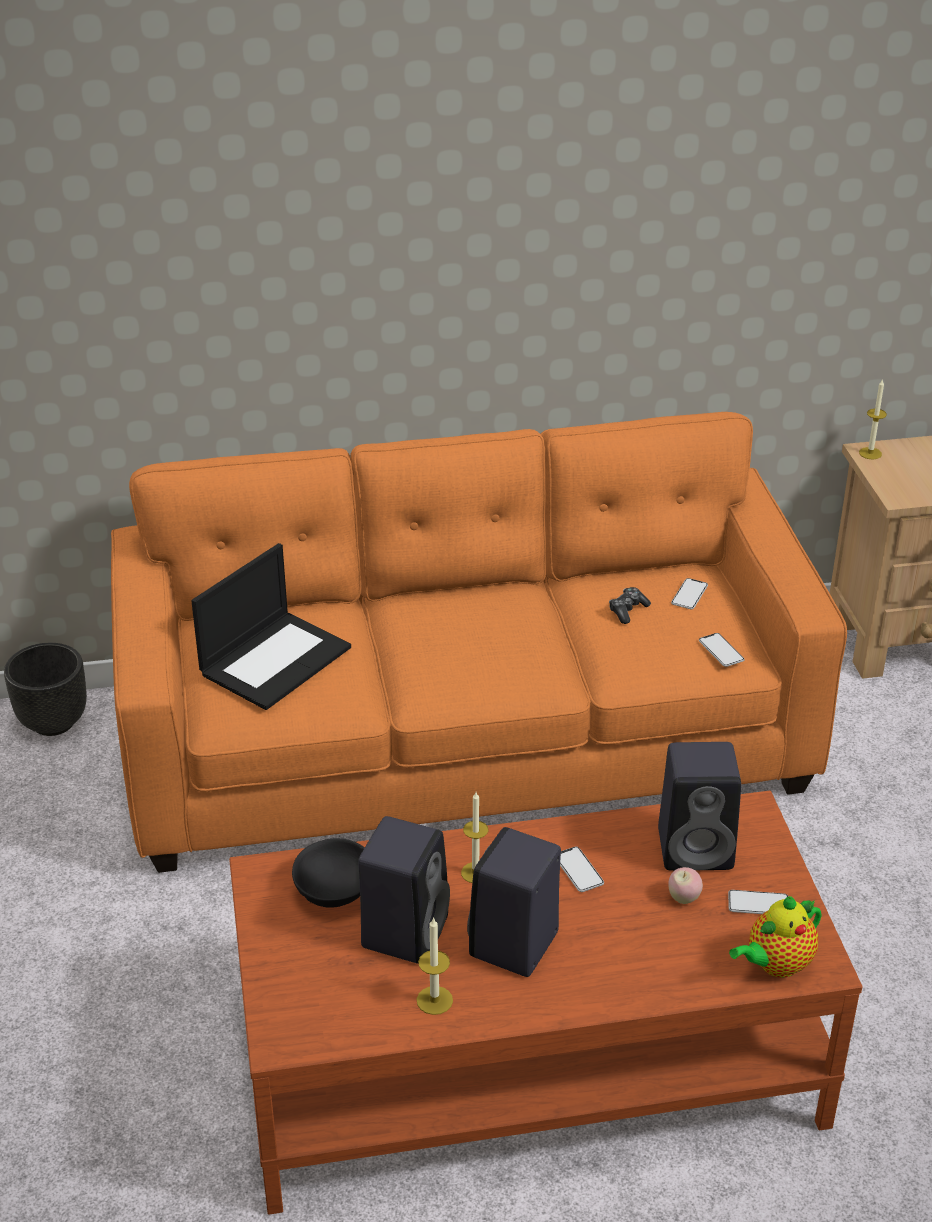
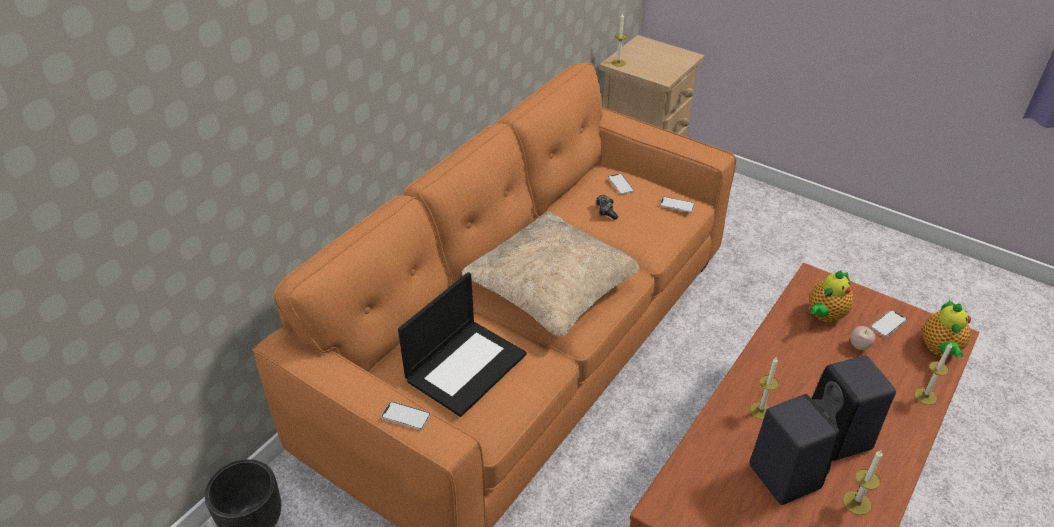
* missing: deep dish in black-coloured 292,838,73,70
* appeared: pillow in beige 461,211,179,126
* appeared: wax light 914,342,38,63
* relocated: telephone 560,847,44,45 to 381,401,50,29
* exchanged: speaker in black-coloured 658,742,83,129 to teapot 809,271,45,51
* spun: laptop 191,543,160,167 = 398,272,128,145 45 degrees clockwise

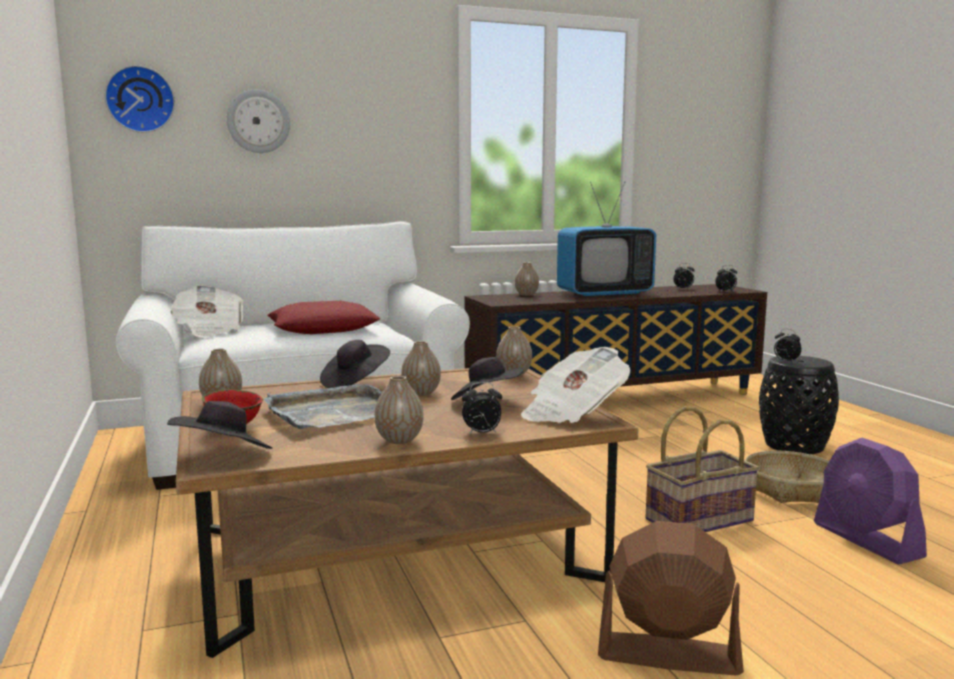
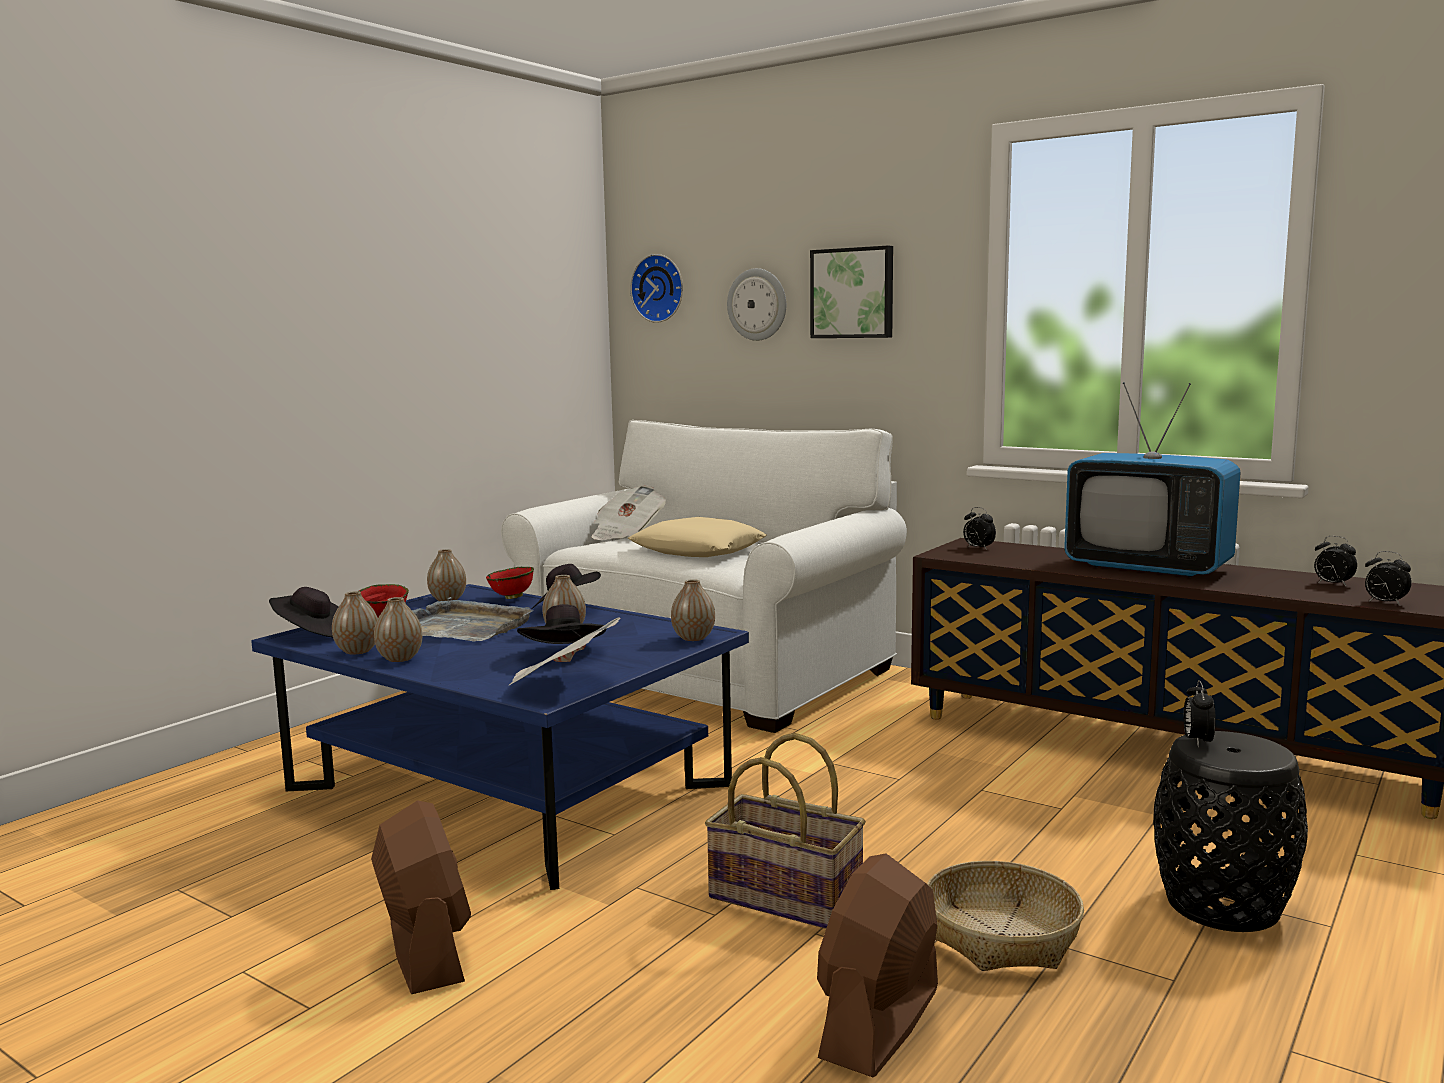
* appeared: deep dish in reddish 486,567,48,32
* appeared: picture 810,246,83,92
* relocated: table clock 462,382,40,53 to 963,507,33,43
* relocated: vase 515,262,24,34 to 332,591,46,64
* colour: lounge table in brown-coloured 176,368,463,290 to lounge table in blue 251,584,498,306
* colour: pillow in reddish 268,301,113,33 to pillow in beige 628,517,139,40
* colour: electric fan in purple-coloured 814,438,113,126 to electric fan in brown-coloured 817,853,121,224

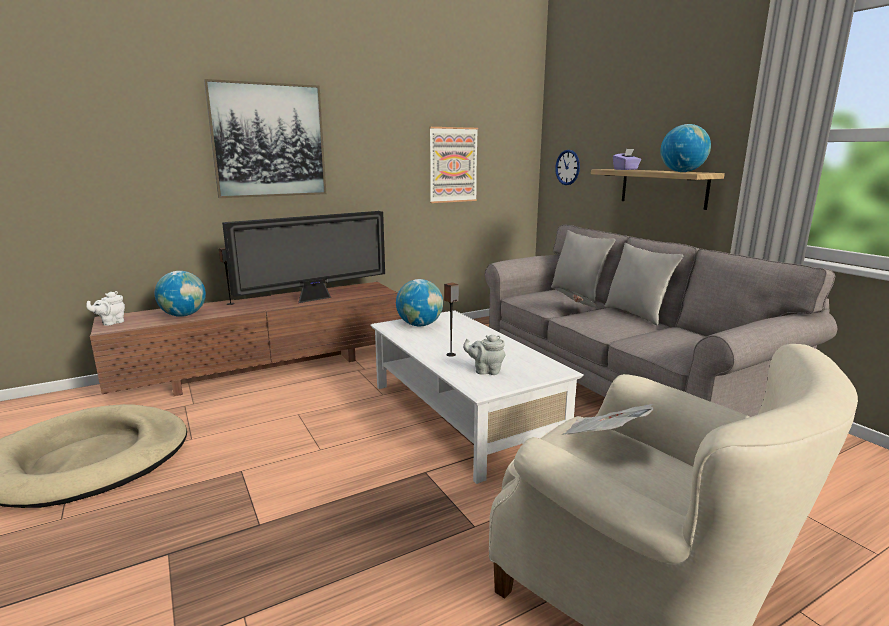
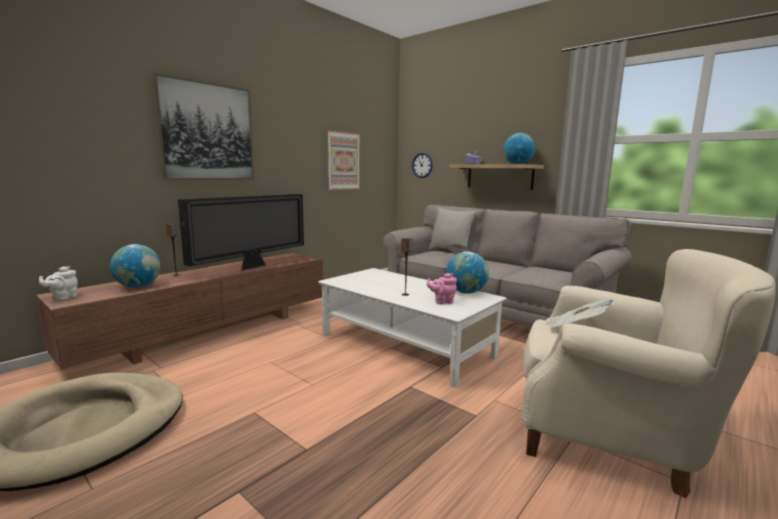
* missing: pillow in greyish 605,243,78,82
* relocated: world globe 396,279,47,47 to 446,252,43,42
* colour: teapot in greyish 463,334,43,41 to teapot in pink-coloured 426,273,31,31

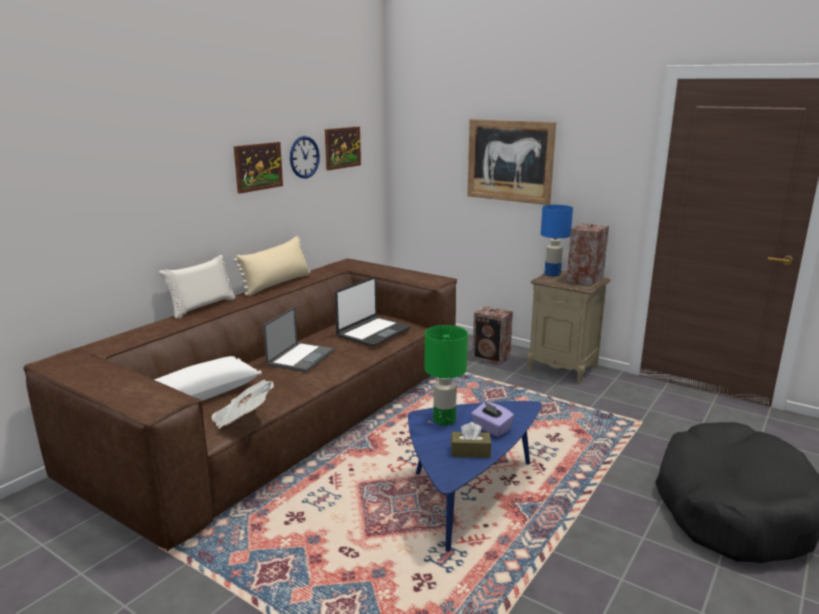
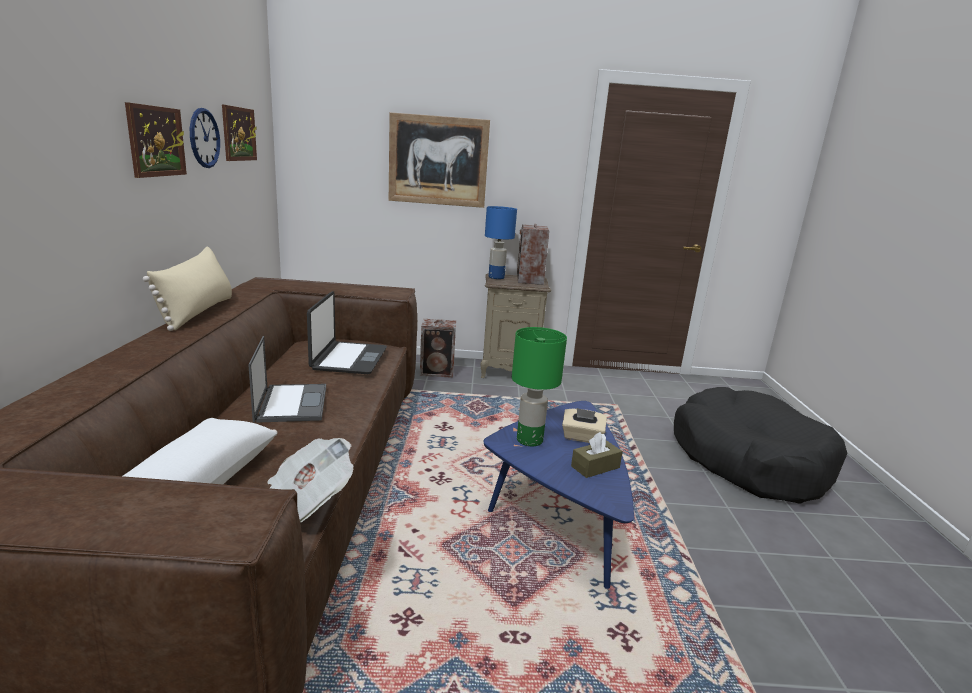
* missing: pillow in whitish 159,255,77,64
* colour: box of tissues in purple-coloured 471,401,43,36 to box of tissues in beige 562,408,45,35

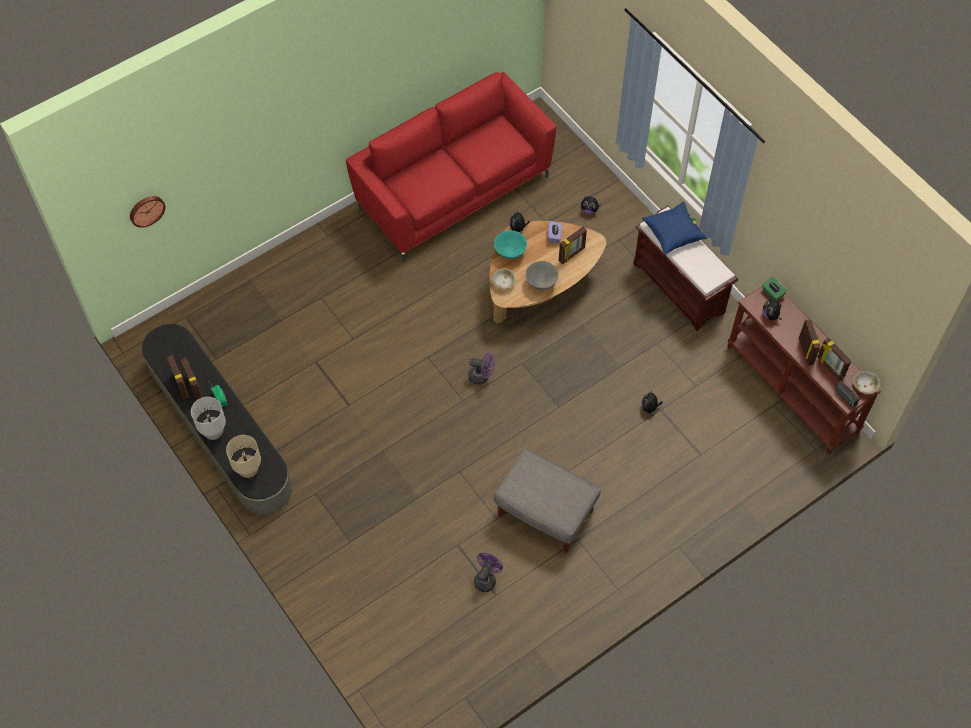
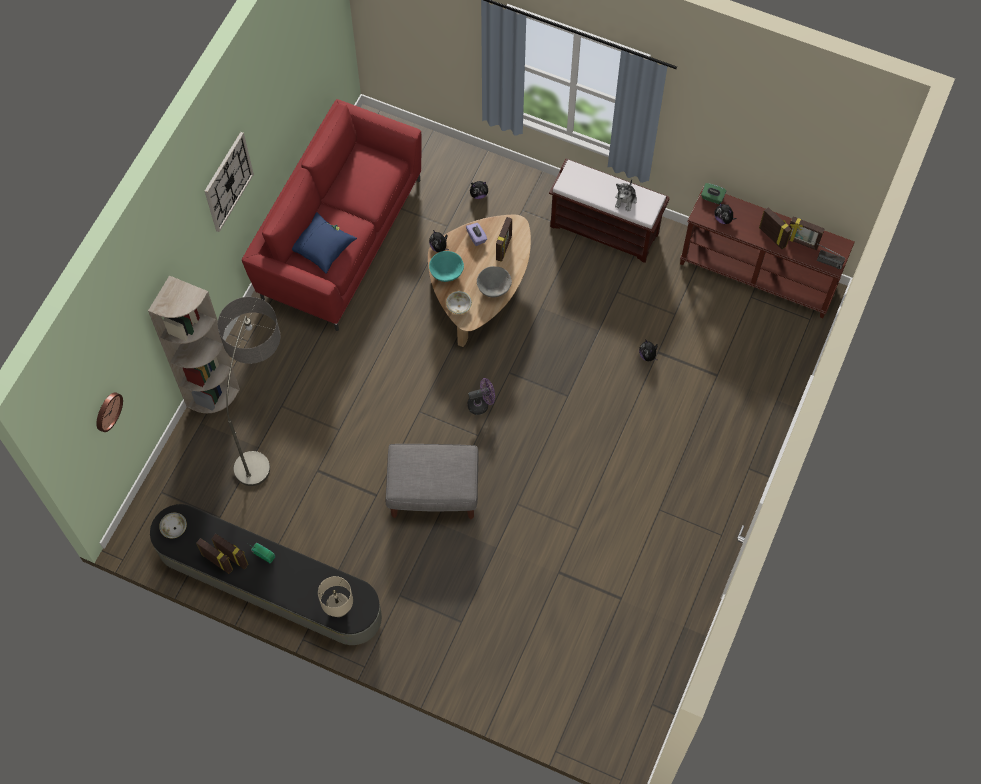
* missing: table lamp in whitish 191,397,35,44
* missing: electric fan in purple-coloured 474,553,29,39
* appeared: bookcase in beige 148,276,92,137
* appeared: wall clock 205,132,49,100
* appeared: floor lamp 218,297,62,189
* appeared: plush toy 615,179,22,32
* relocated: pouffe in greyish 494,449,107,103 to 386,444,93,75
* relocated: pillow in blue 642,202,65,53 to 292,212,65,62
* relocated: deep dish 853,371,27,23 to 159,513,28,25

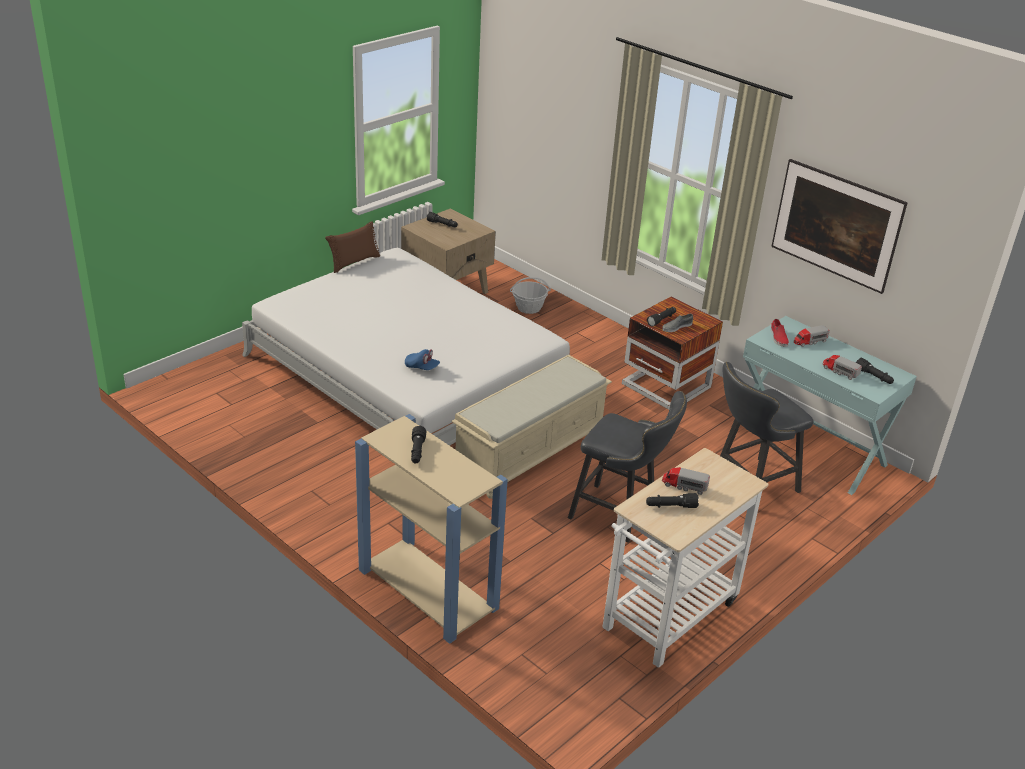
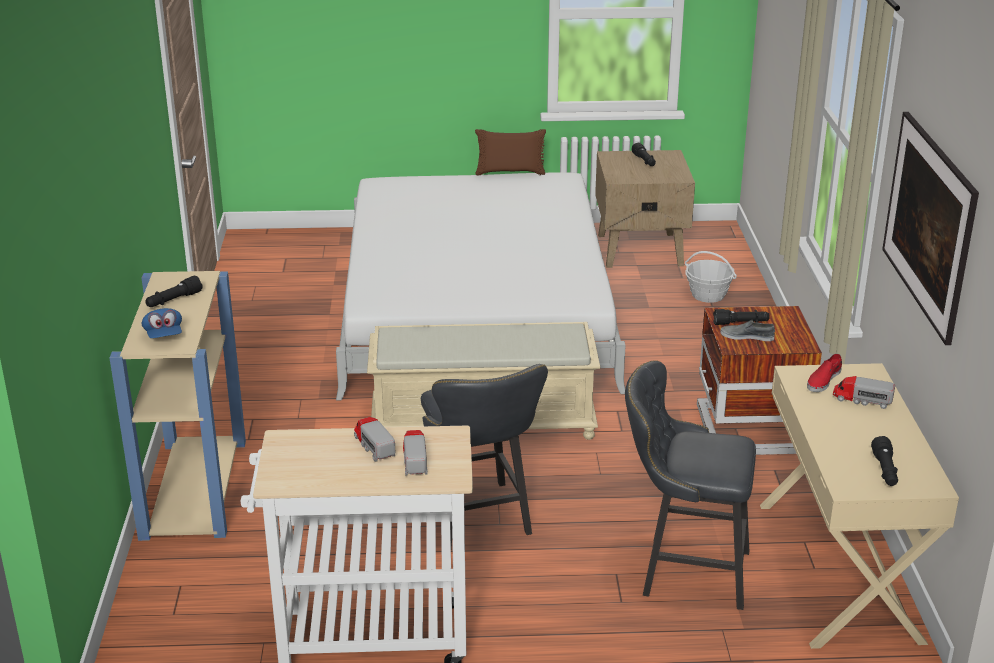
* missing: flashlight in black-coloured 646,493,53,15
* relocated: baseball cap in blue 405,349,35,21 to 142,308,40,30
* relocated: model truck 823,355,39,25 to 403,430,25,46
* colour: desk in blue-green 743,316,174,179 to desk in beige 760,363,199,286

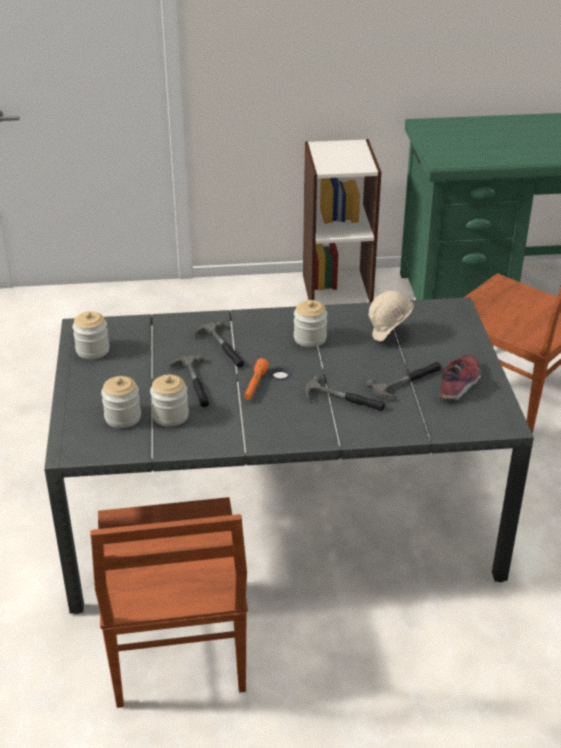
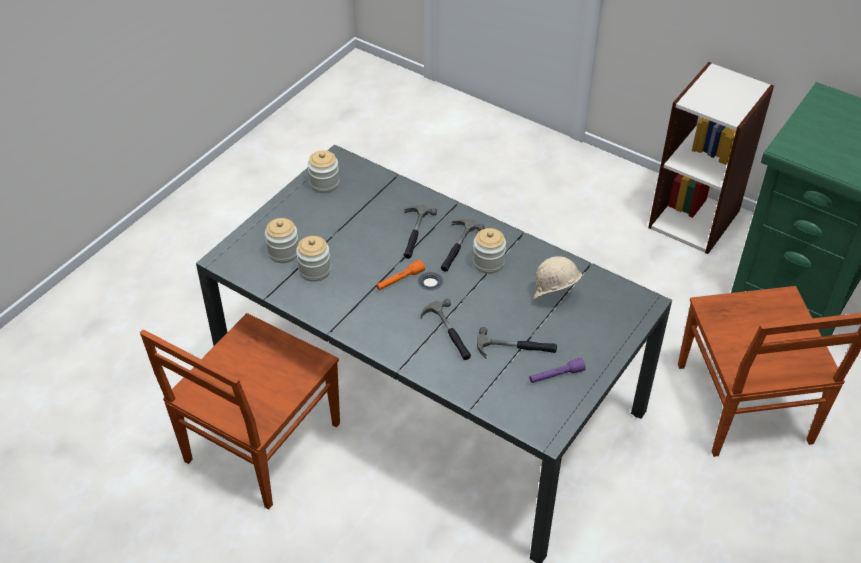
* relocated: hand hammer 170,354,40,53 to 441,219,44,53
* exchanged: item of footwear 438,355,43,45 to flashlight in purple-coloured 529,358,57,25

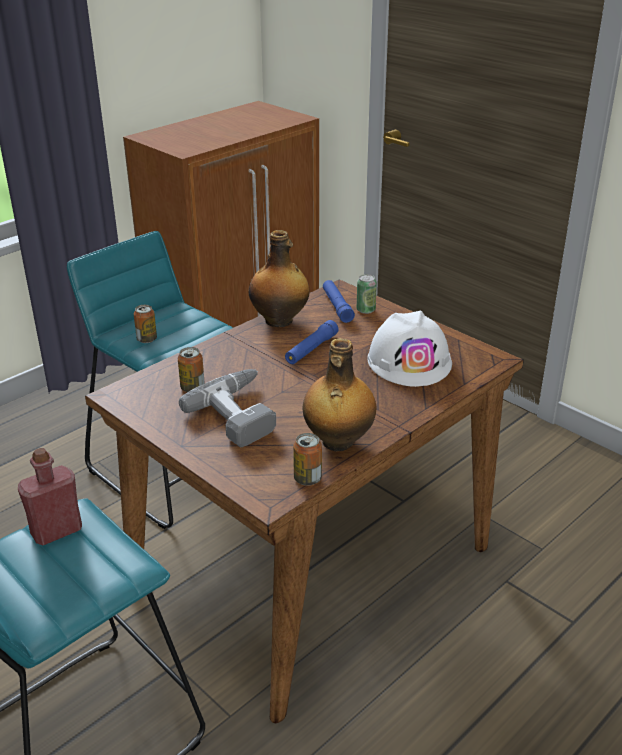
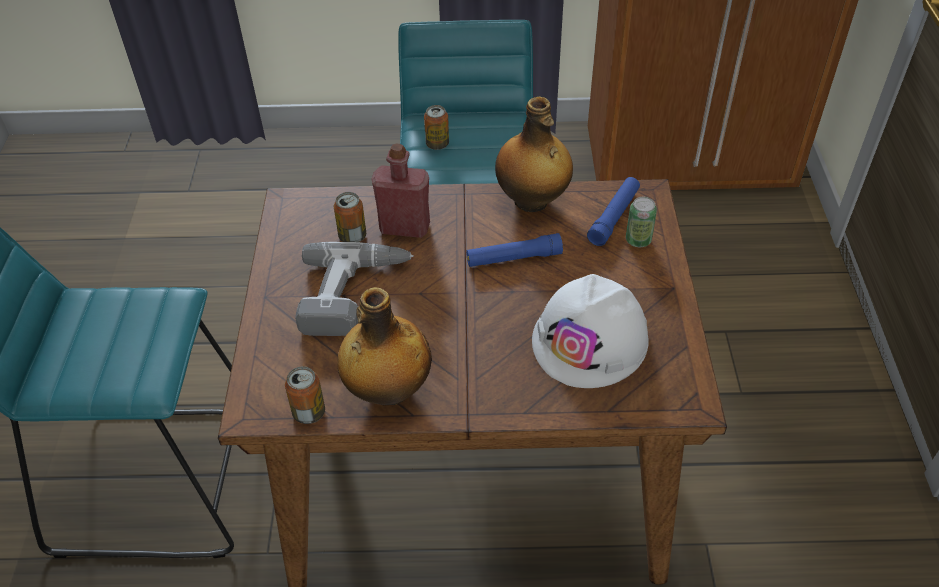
* relocated: beverage bottle in reddish 18,448,64,97 to 372,144,58,94

